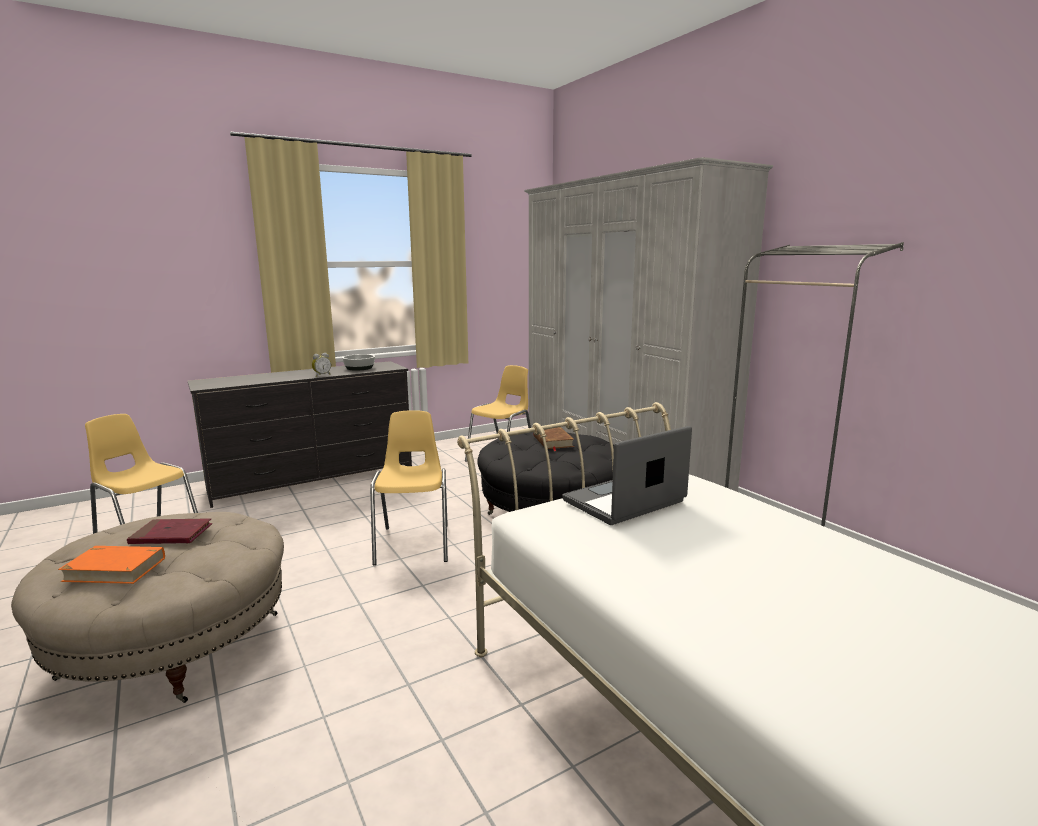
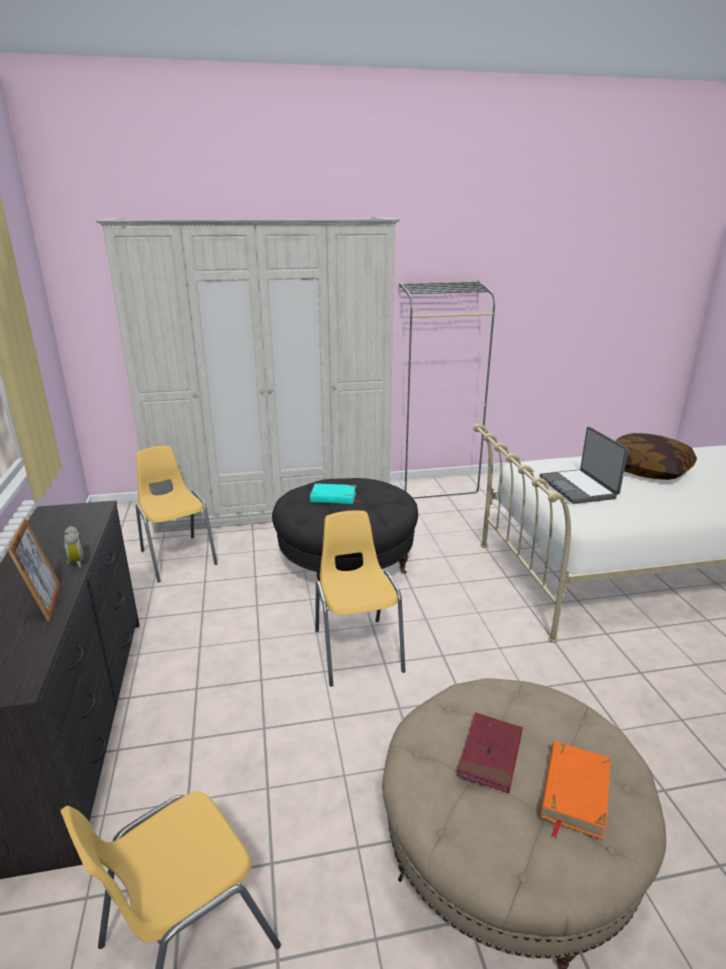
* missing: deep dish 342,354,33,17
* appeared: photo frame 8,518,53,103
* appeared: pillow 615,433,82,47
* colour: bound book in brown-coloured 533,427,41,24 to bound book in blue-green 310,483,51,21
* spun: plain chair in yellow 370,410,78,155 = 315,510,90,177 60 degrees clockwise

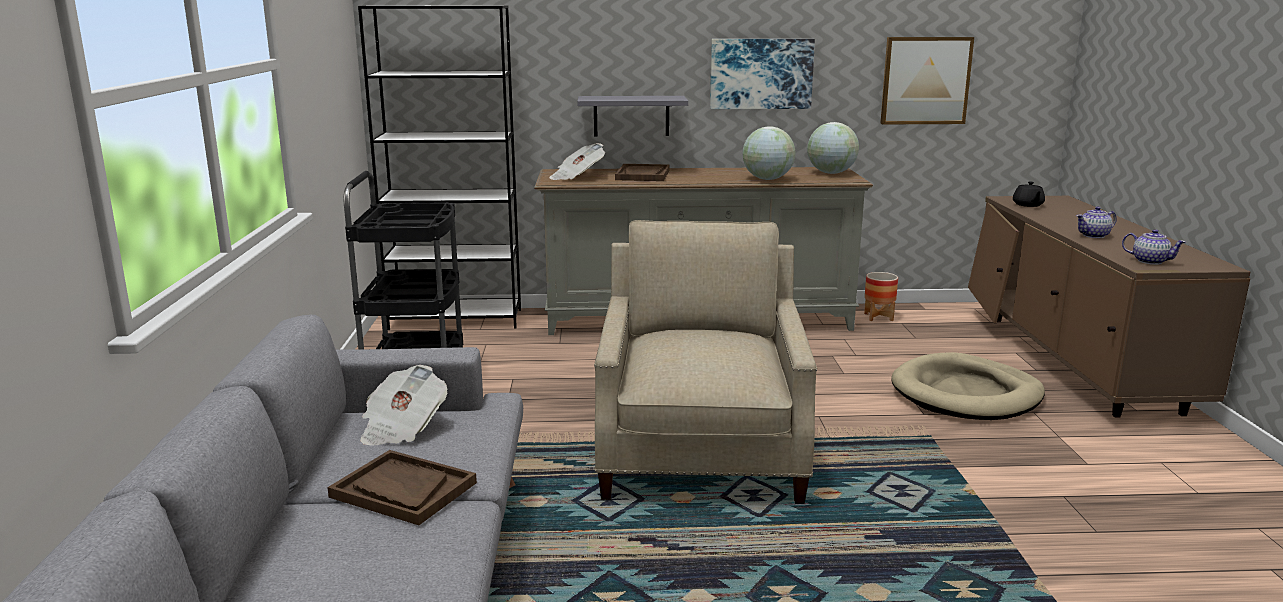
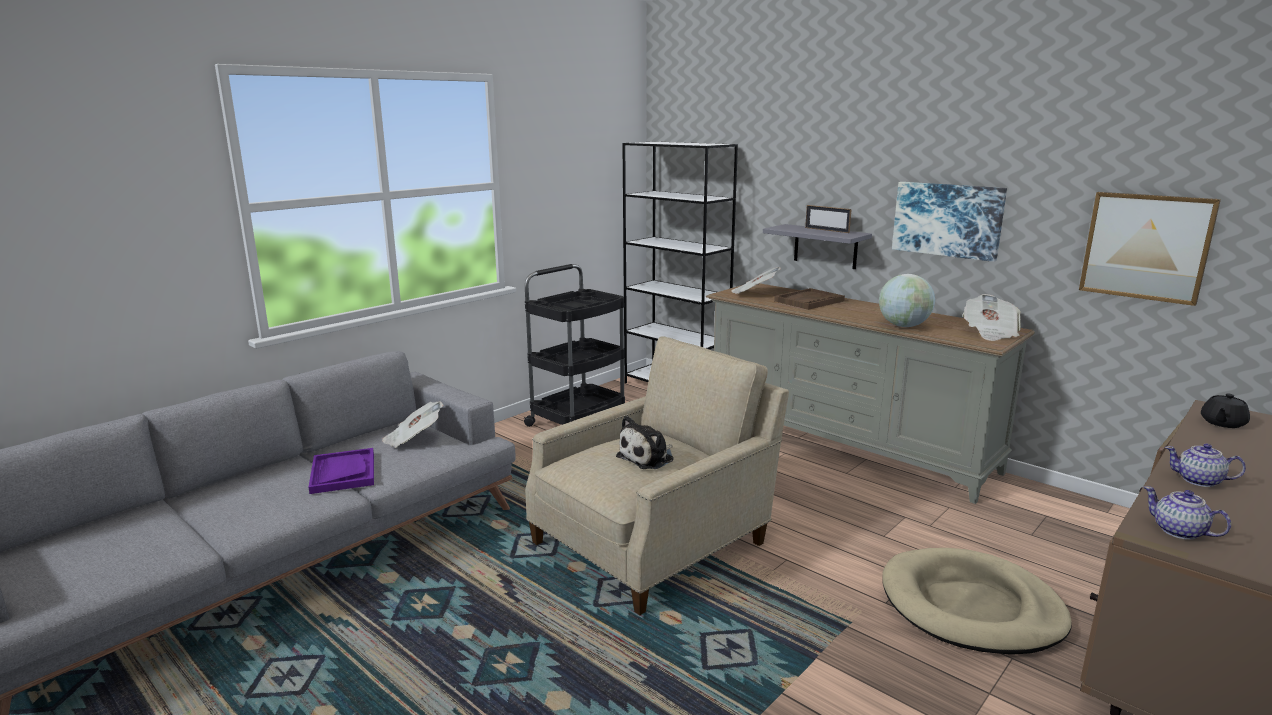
* missing: plant pot 864,272,34,49
* appeared: plush toy 616,416,58,53
* appeared: photo frame 805,205,47,28
* exchanged: world globe 807,122,52,52 to newspaper 963,294,58,47
* colour: carrying tray in brown-coloured 327,450,150,75 to carrying tray in purple-coloured 309,448,65,46
* spun: teapot 1122,229,64,36 = 1144,486,87,54 150 degrees clockwise

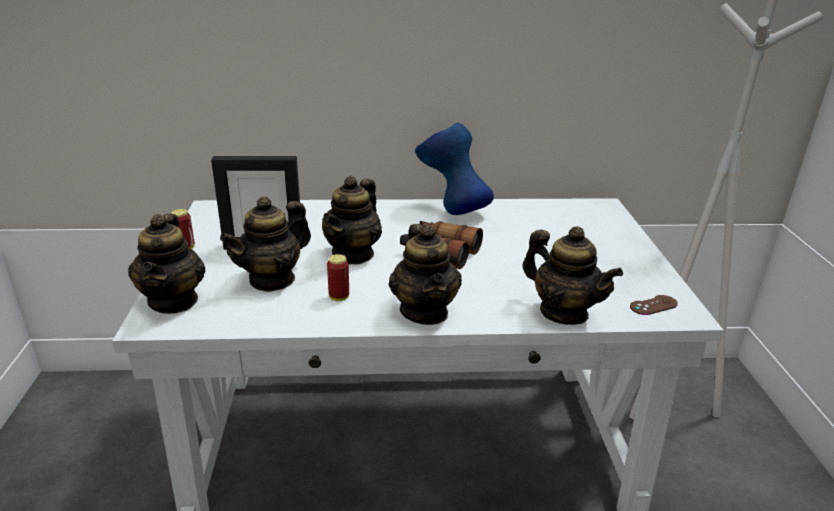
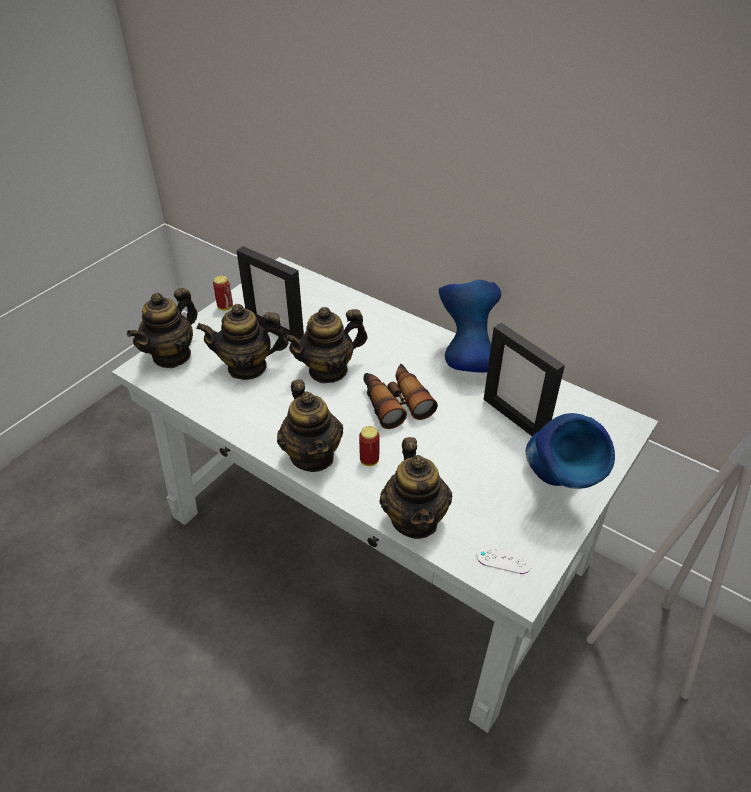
* appeared: photo frame 484,323,81,113
* appeared: vase in blue 526,413,89,76
* relocated: can 327,254,22,47 to 359,426,20,40
* colour: game controller in brown-coloured 630,295,48,20 to game controller in whitish 476,545,56,29
* spun: teapot 389,224,73,101 = 277,379,66,93 45 degrees counterclockwise

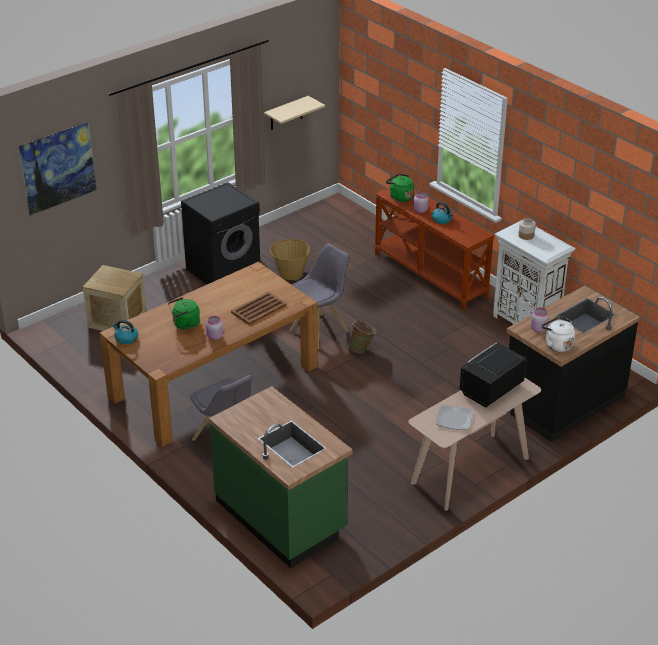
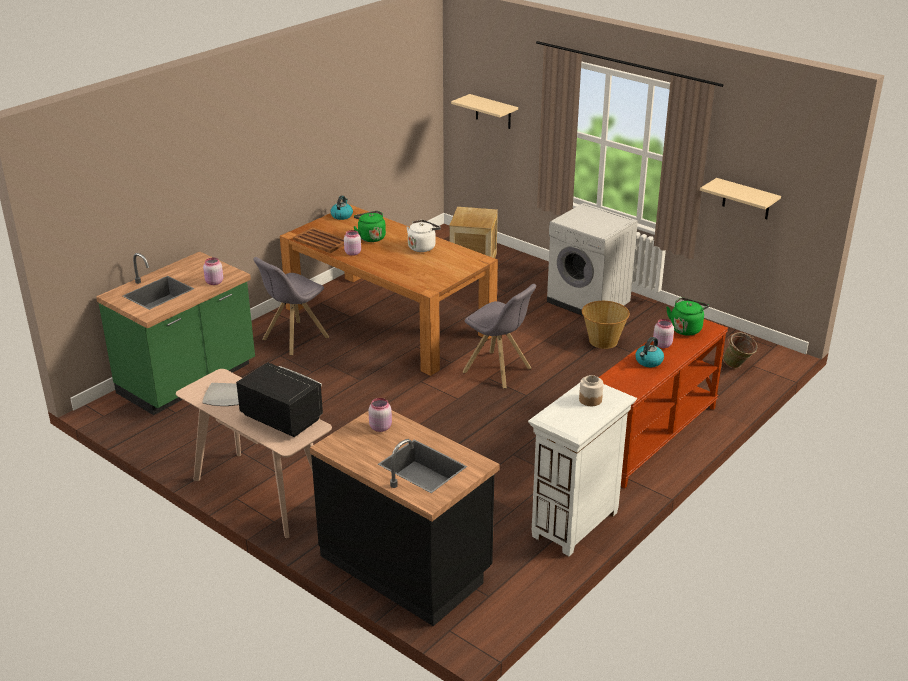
* appeared: jar in pink-coloured 203,258,20,27
* relocated: carrying tray in brown-coloured 231,292,56,33 to 293,227,51,26
* relocated: water bucket in greenish 349,319,28,34 to 723,332,34,37
* relocated: water kettle in whitish 541,316,34,36 to 407,220,34,32
* exchanged: picture 19,122,78,94 to wall shelf in beige 451,94,67,35
* colour: laundry machine in black-coloured 181,182,79,102 to laundry machine in whitish 547,203,91,113

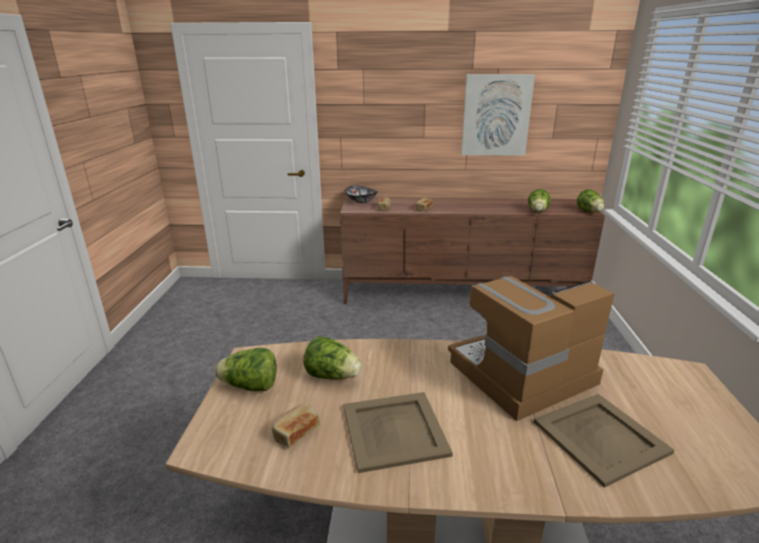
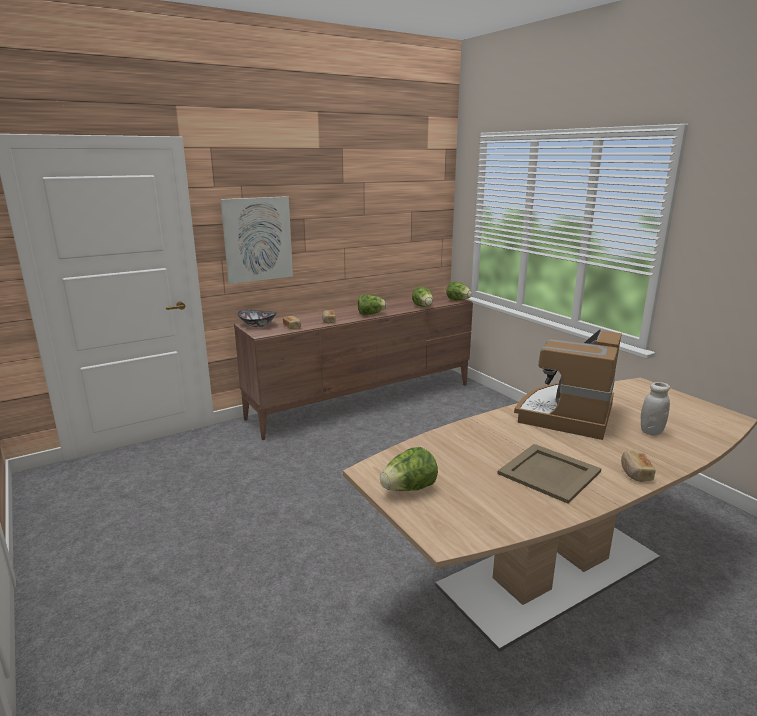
* relocated: bread 272,404,48,43 to 621,450,34,32
* relocated: lettuce 303,336,59,44 to 358,295,29,20
* relocated: picture 461,74,74,82 to 220,196,73,88
* exchanged: carrying tray in beige 534,394,140,94 to jar in whitish 641,382,29,54

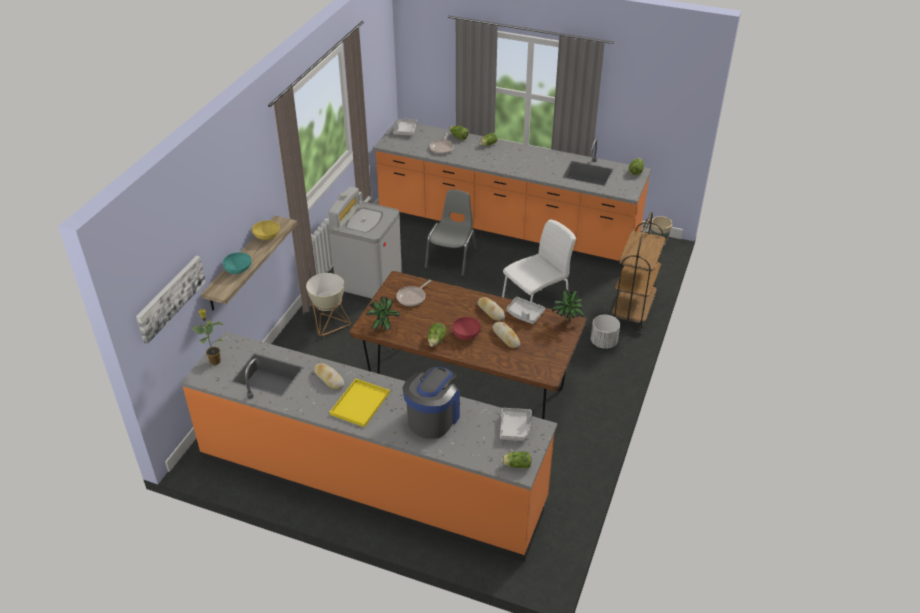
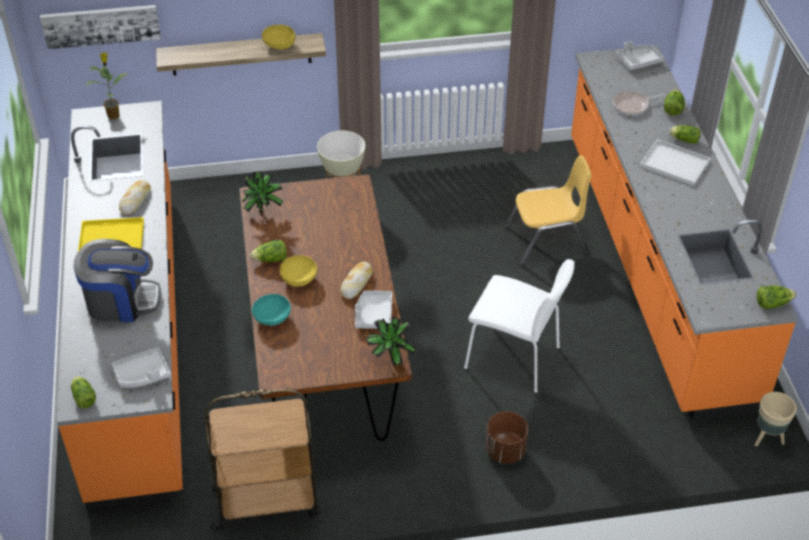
* missing: laundry machine in greyish 327,187,75,112
* missing: skillet 396,280,35,26
* missing: bread 493,322,27,26
* appeared: carrying tray in whitish 640,139,71,47
* relocated: deep dish in blue-green 223,252,29,22 to 252,294,39,31
* relocated: cart in brown-coloured 612,212,54,123 to 205,389,115,141
* colour: plain chair in greyish 425,190,52,86 to plain chair in yellow 505,155,87,110
* colour: deep dish in reddish 452,317,29,23 to deep dish in yellow 280,255,37,32
* colour: plant pot in whitish 591,315,29,34 to plant pot in brown-coloured 486,411,42,53

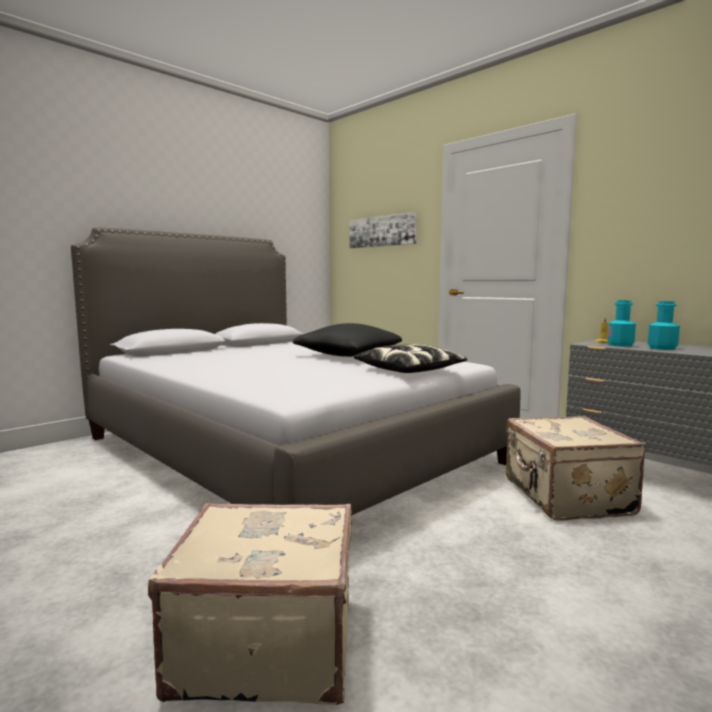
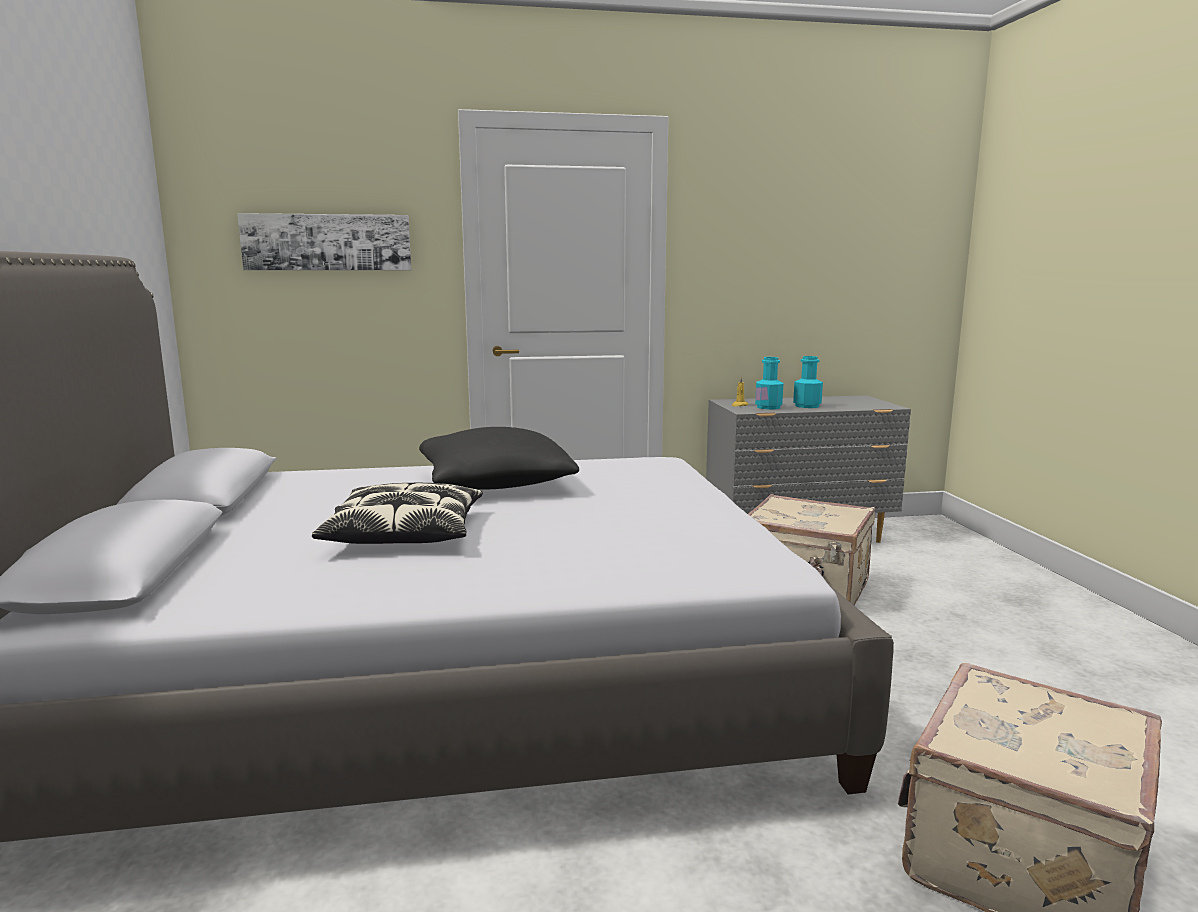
* relocated: pillow 354,344,113,29 to 312,483,171,61

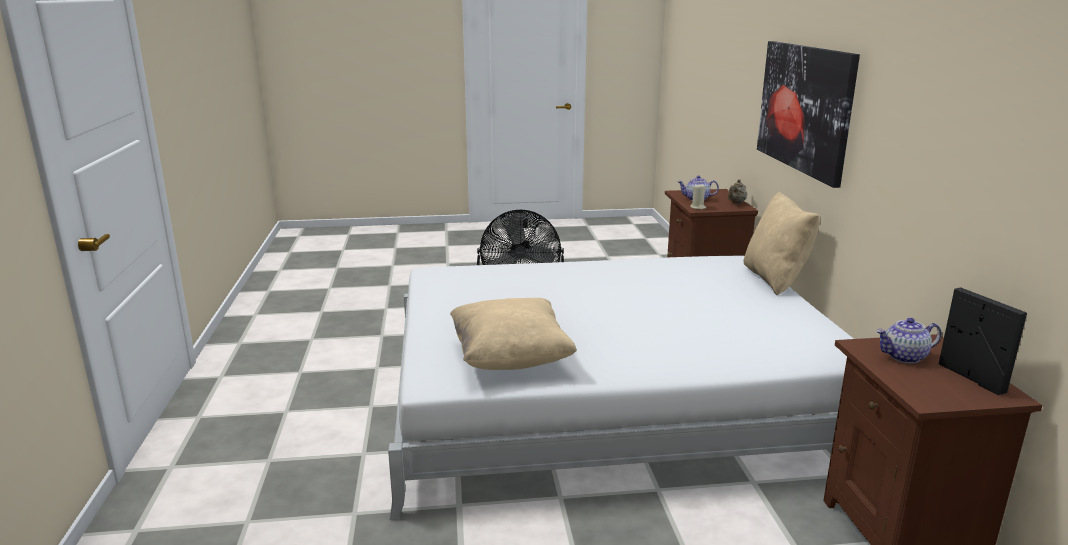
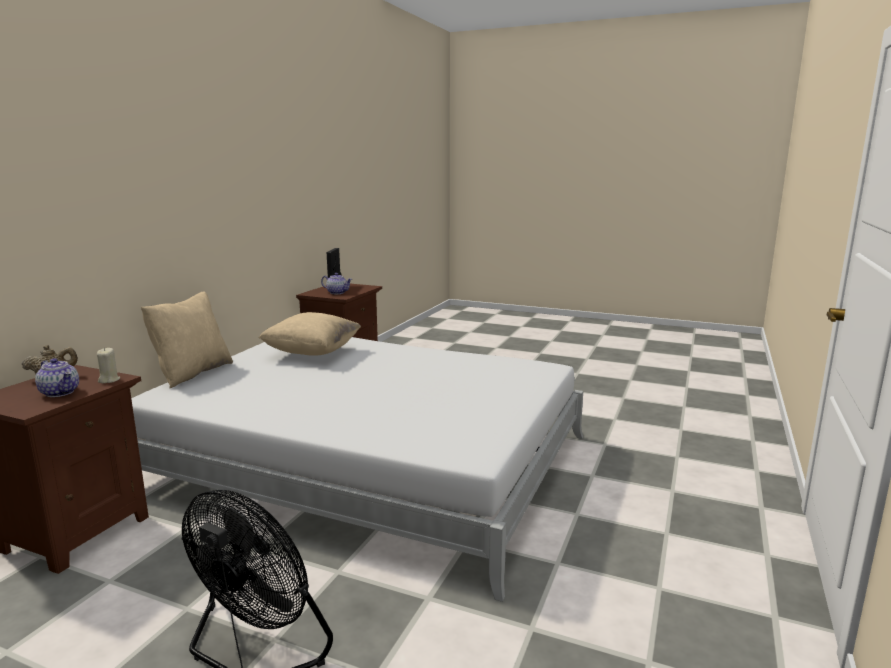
* missing: picture 757,41,103,147
* relocated: pillow in beige 450,298,127,72 to 258,312,103,44

